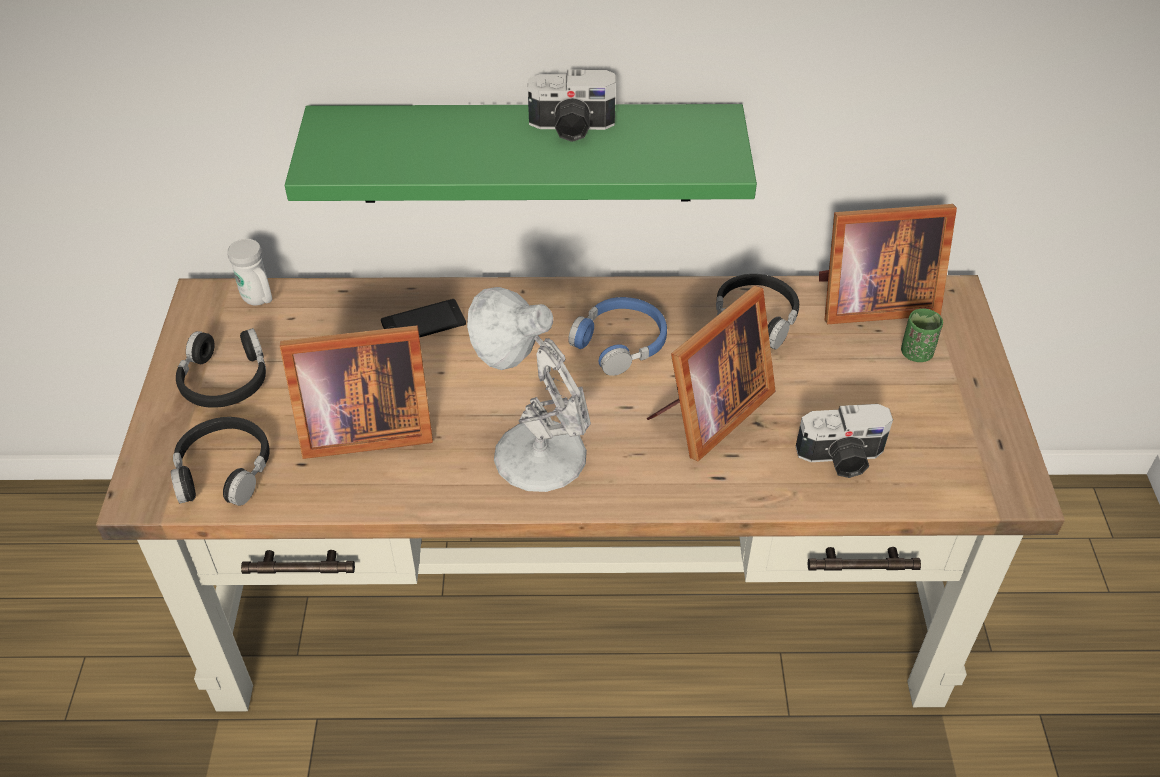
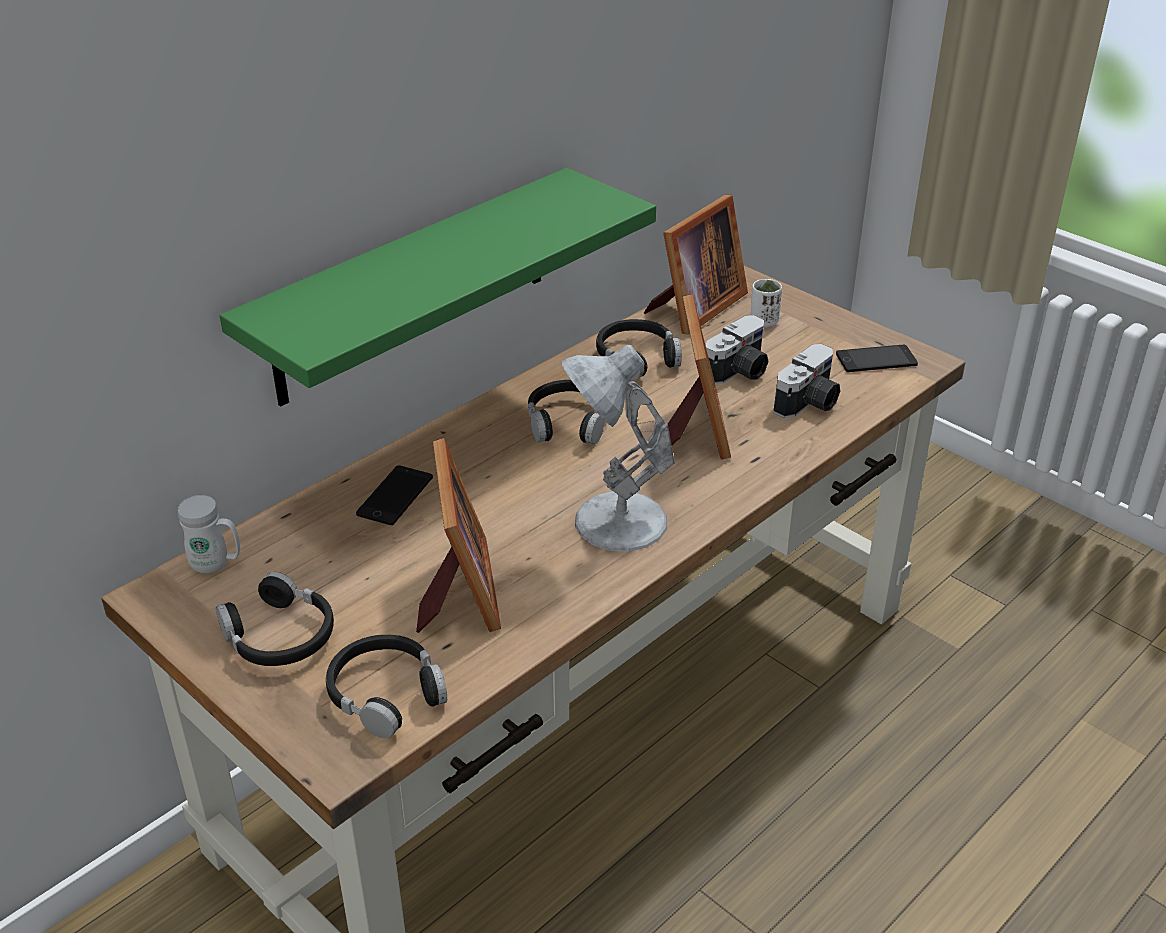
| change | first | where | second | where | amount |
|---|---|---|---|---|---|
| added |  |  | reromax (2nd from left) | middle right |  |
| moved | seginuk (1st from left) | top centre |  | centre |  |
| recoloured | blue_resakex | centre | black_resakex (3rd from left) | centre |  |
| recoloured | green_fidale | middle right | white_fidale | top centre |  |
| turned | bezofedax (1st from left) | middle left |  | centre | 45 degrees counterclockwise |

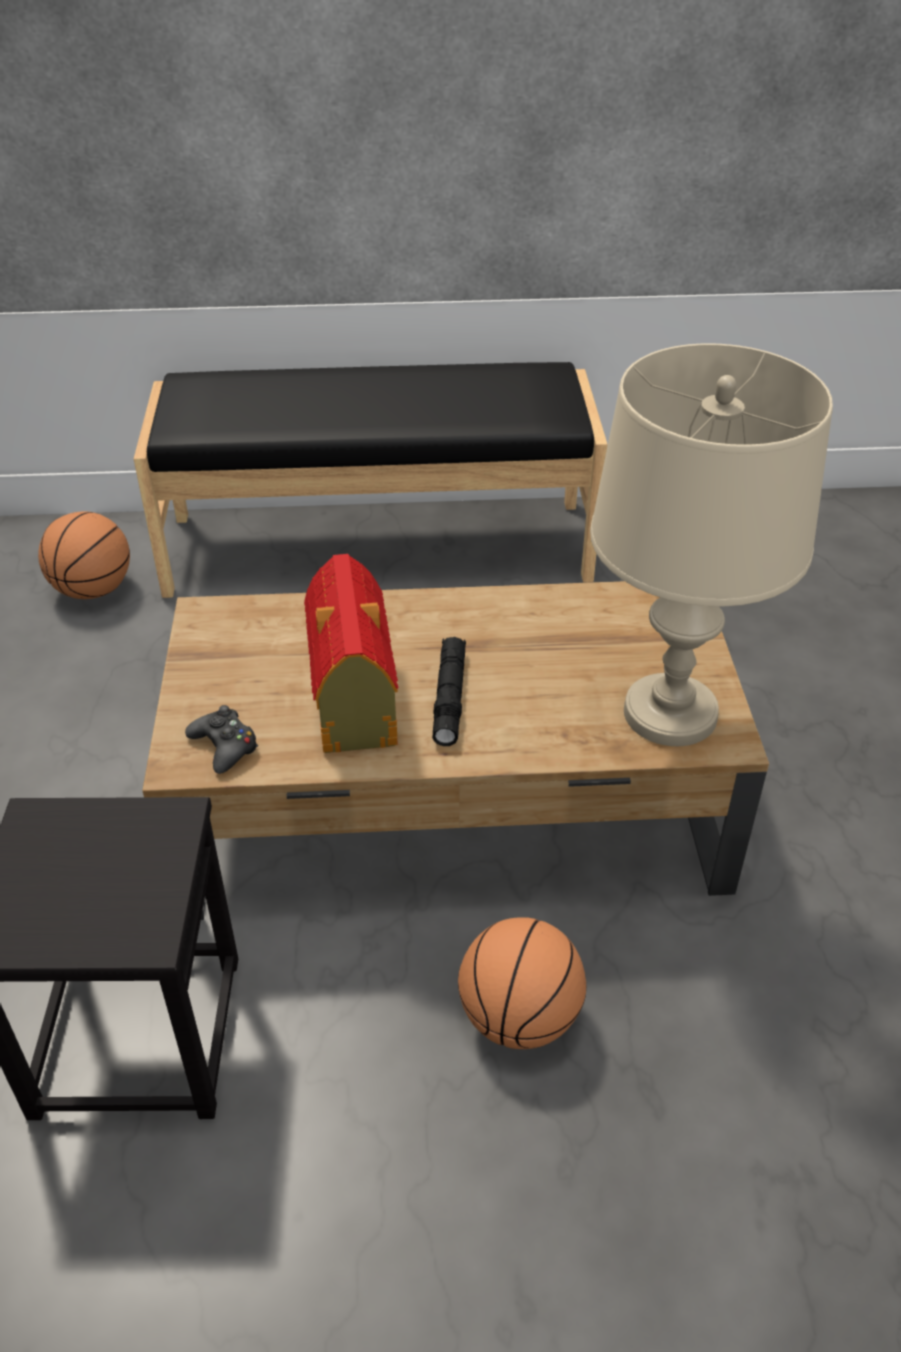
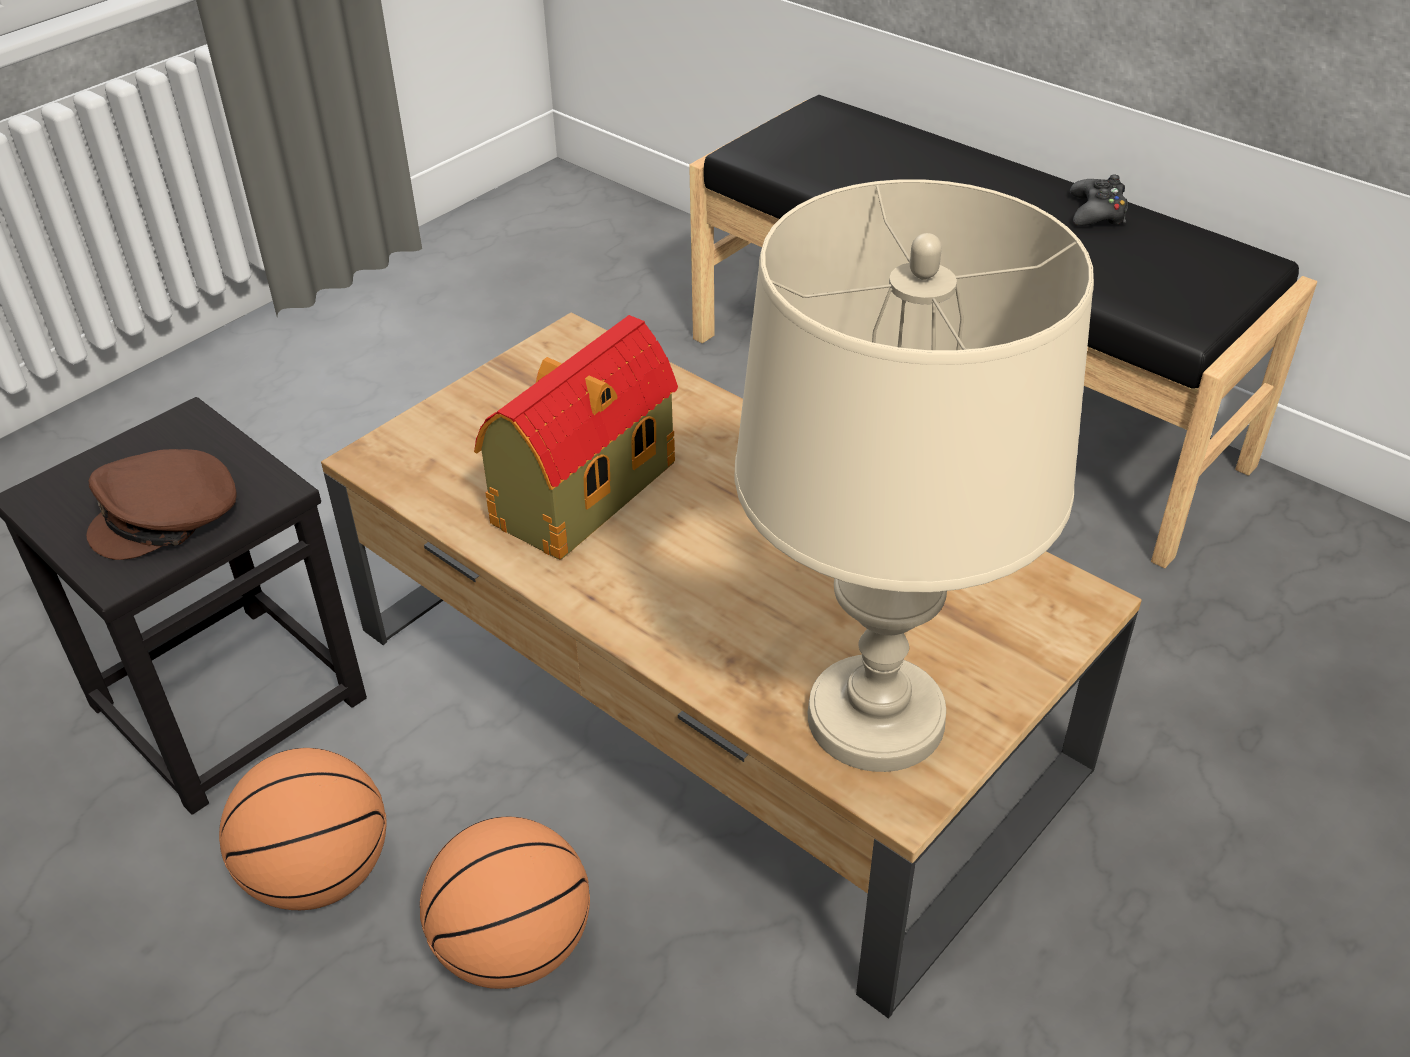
| change | first | where | second | where | amount |
|---|---|---|---|---|---|
| removed | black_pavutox | centre |  |  |  |
| added |  |  | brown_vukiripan | middle left |  |
| moved | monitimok (1st from left) | middle left |  | bottom left |  |
| moved | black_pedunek | middle left |  | top right |  |

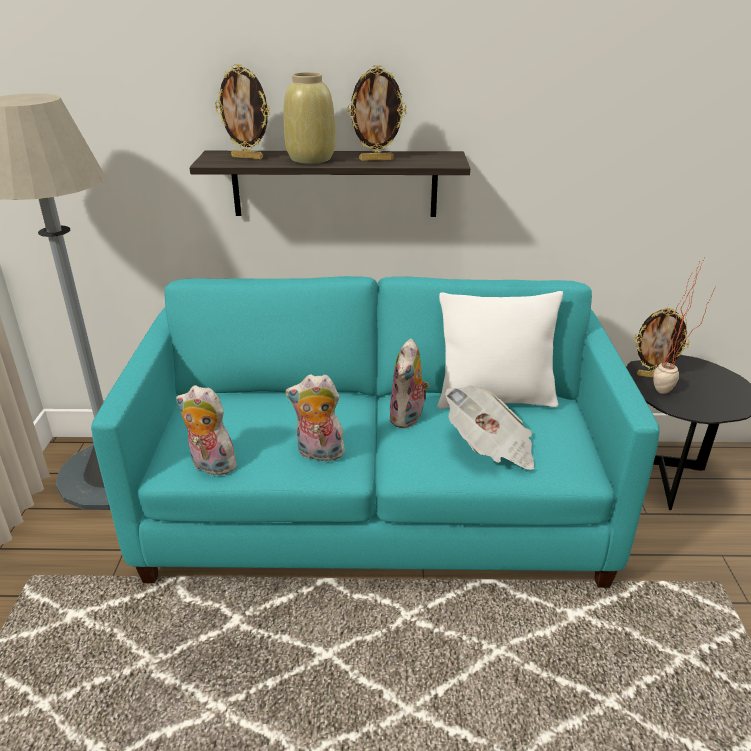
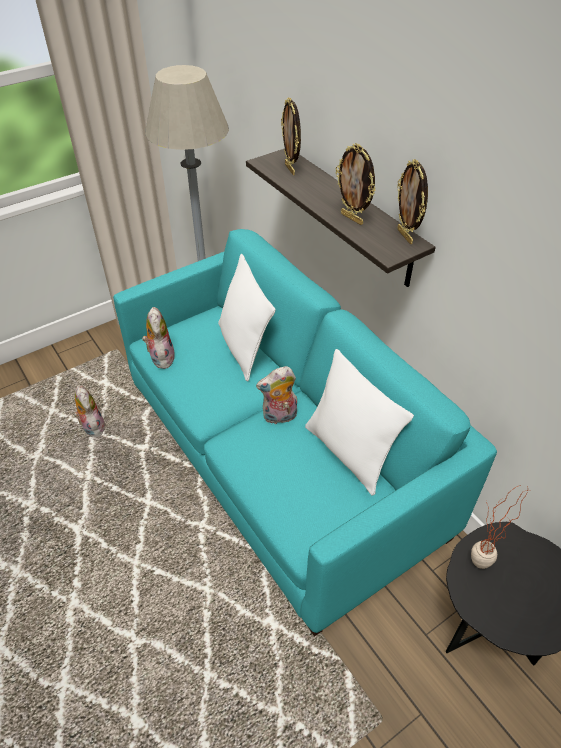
| change | first | where | second | where | amount |
|---|---|---|---|---|---|
| removed | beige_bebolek | top centre |  |  |  |
| removed | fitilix | centre |  |  |  |
| added |  |  | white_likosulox (1st from left) | centre |  |
| moved | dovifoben (2nd from left in the first image) | centre | dovifoben (1st from left) | middle left |  |
| moved | bezofedax (3rd from left) | middle right |  | top right |  |

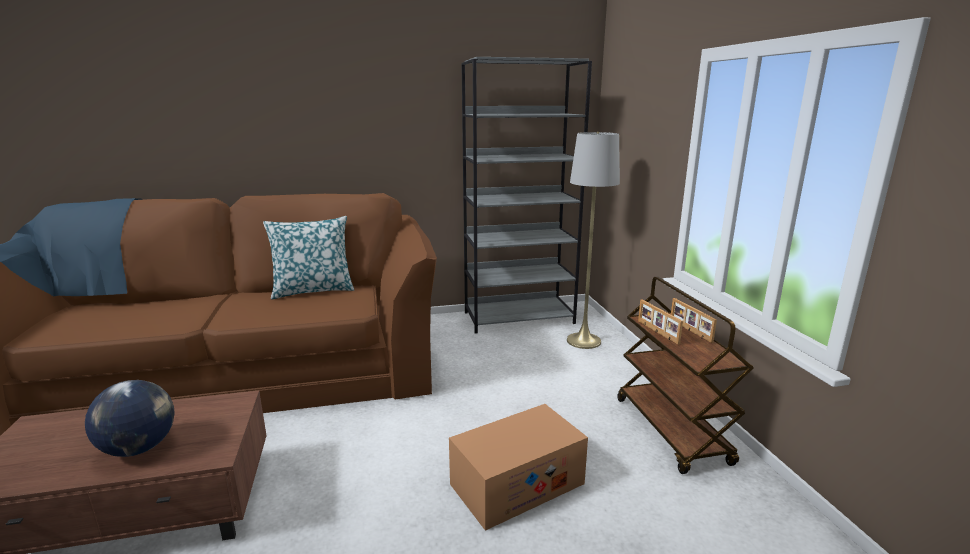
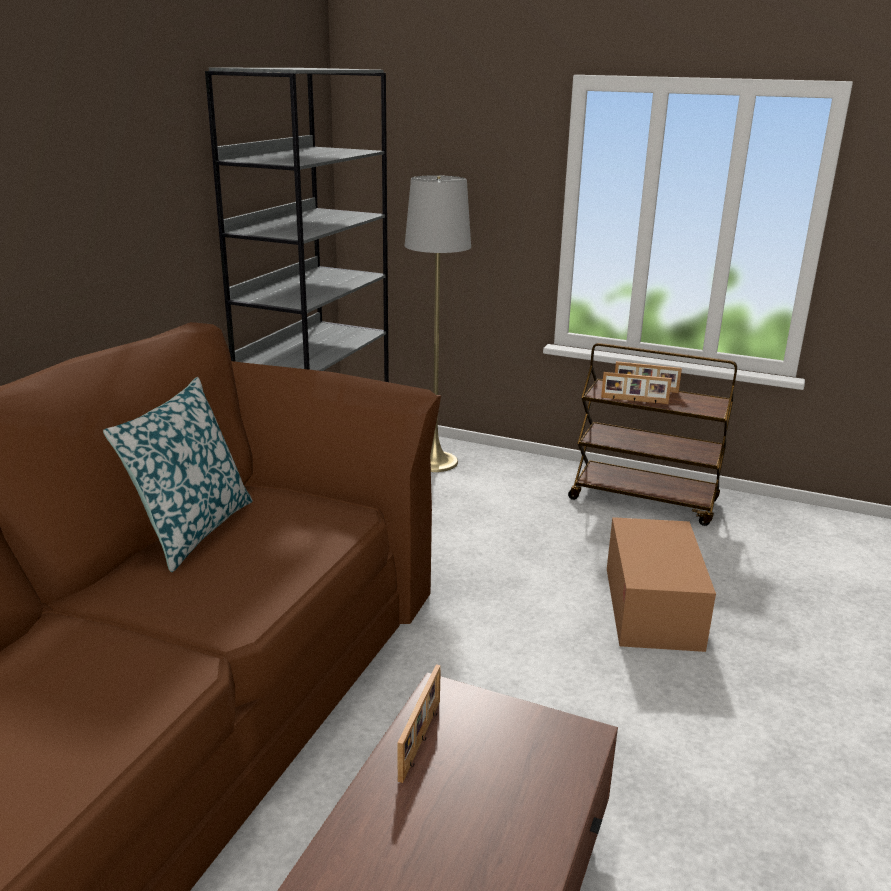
| change | first | where | second | where | amount |
|---|---|---|---|---|---|
| removed | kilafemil | bottom left |  |  |  |
| added |  |  | bezofedax (1st from left) | bottom centre |  |

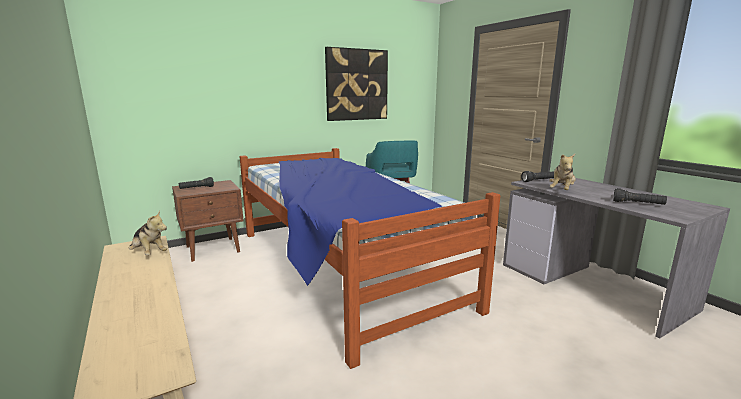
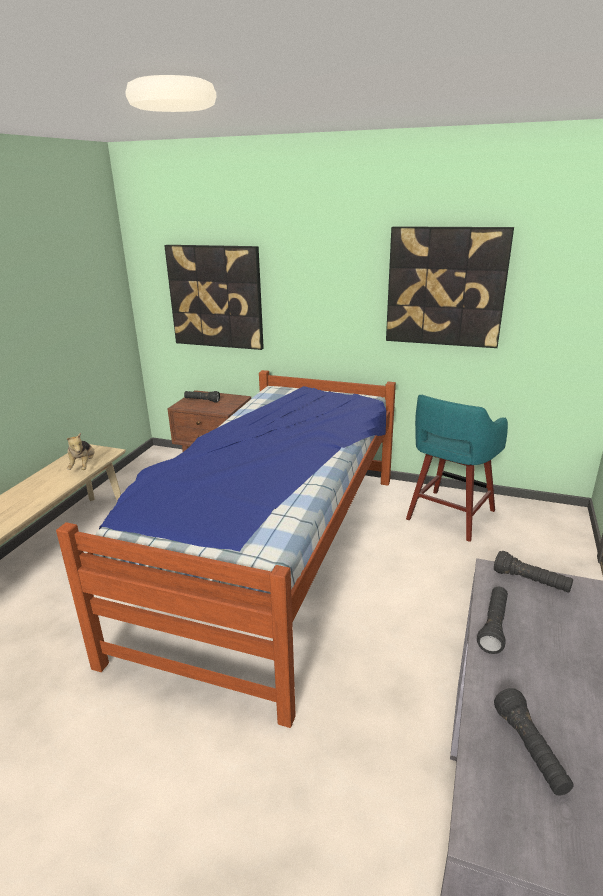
| change | first | where | second | where | amount |
|---|---|---|---|---|---|
| added |  |  | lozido (1st from left) | top centre |  |
| replaced | dovifoben (2nd from left) | middle right | black_pavutox (2nd from left) | bottom right |  |

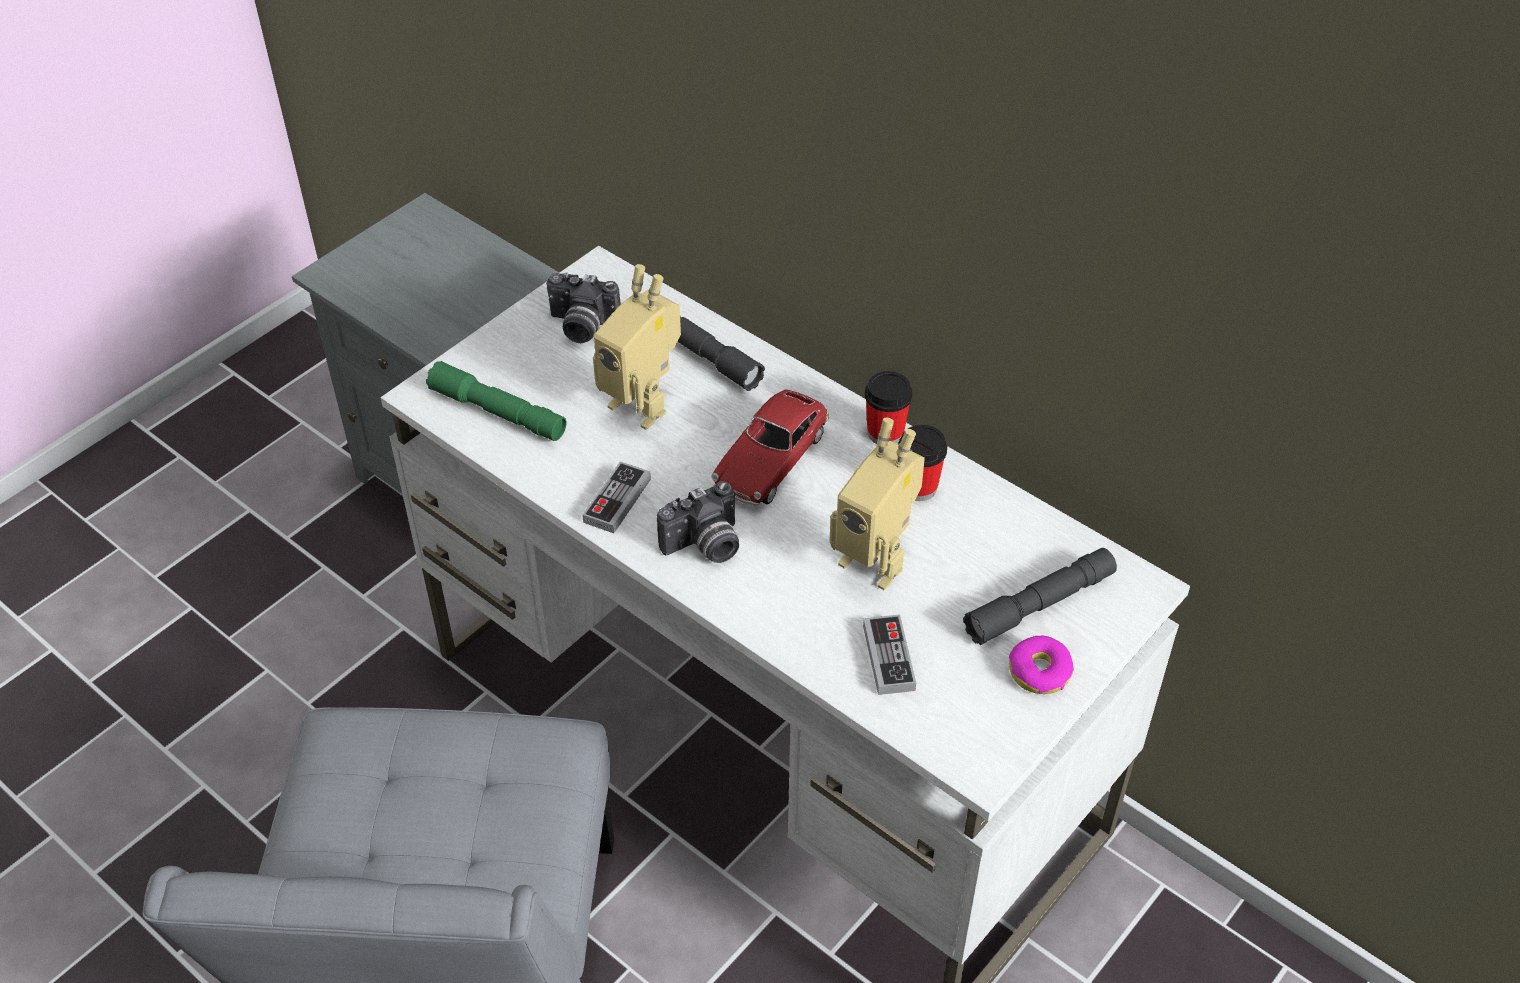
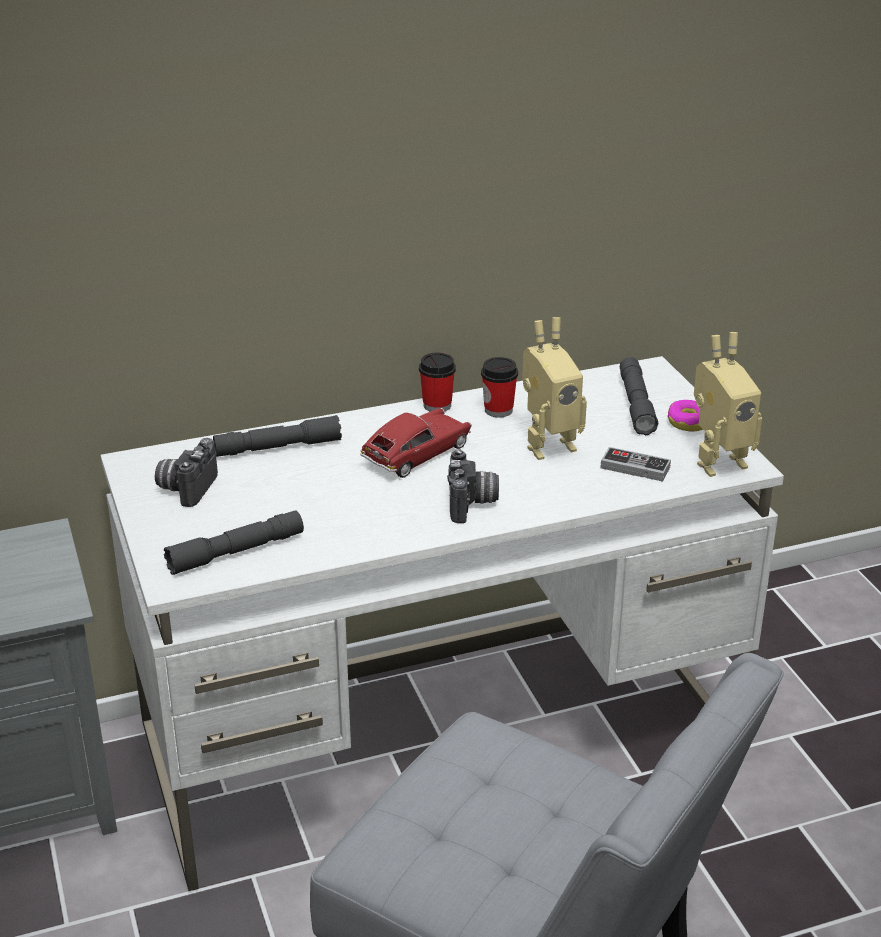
| change | first | where | second | where | amount |
|---|---|---|---|---|---|
| removed | pedunek (1st from left) | centre |  |  |  |
| moved | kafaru (1st from left in the first image) | centre | kafaru (2nd from left) | middle right |  |
| recoloured | green_pavutox | middle left | grey_pavutox (1st from left) | middle left |  |
| turned | seginuk (1st from left) | top centre |  | middle left | 150 degrees clockwise |
| turned | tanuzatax | centre |  | centre | 105 degrees counterclockwise |

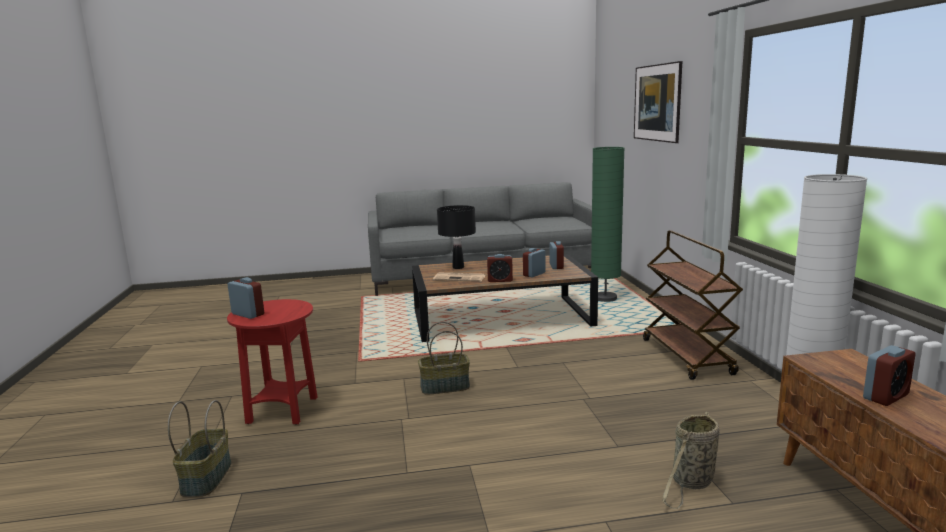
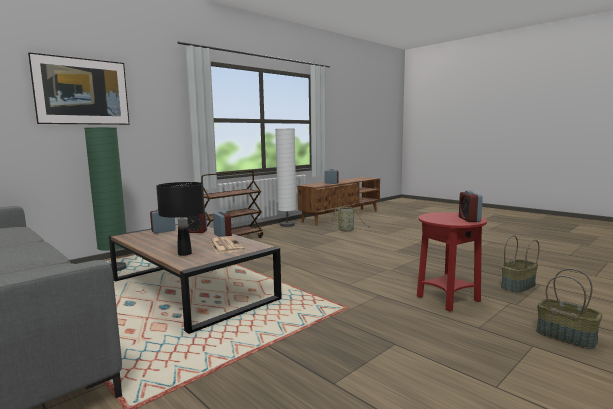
| change | first | where | second | where | amount |
|---|---|---|---|---|---|
| moved | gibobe (2nd from left in the first image) | bottom centre | gibobe (3rd from left) | bottom right |  |

